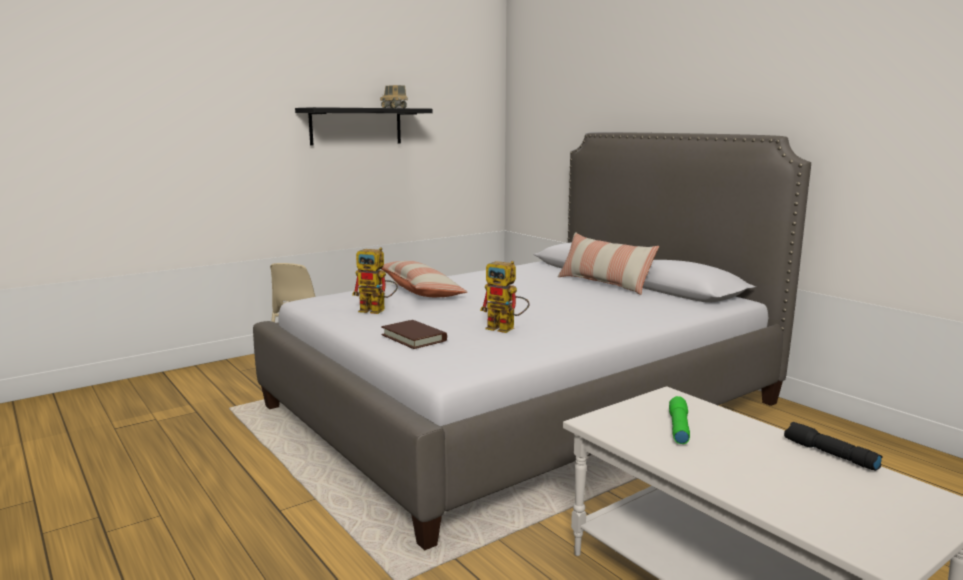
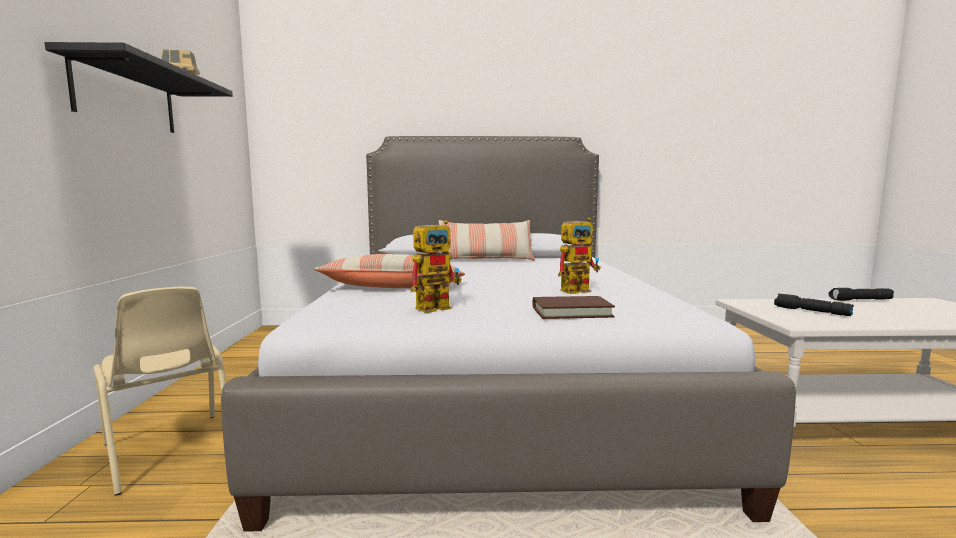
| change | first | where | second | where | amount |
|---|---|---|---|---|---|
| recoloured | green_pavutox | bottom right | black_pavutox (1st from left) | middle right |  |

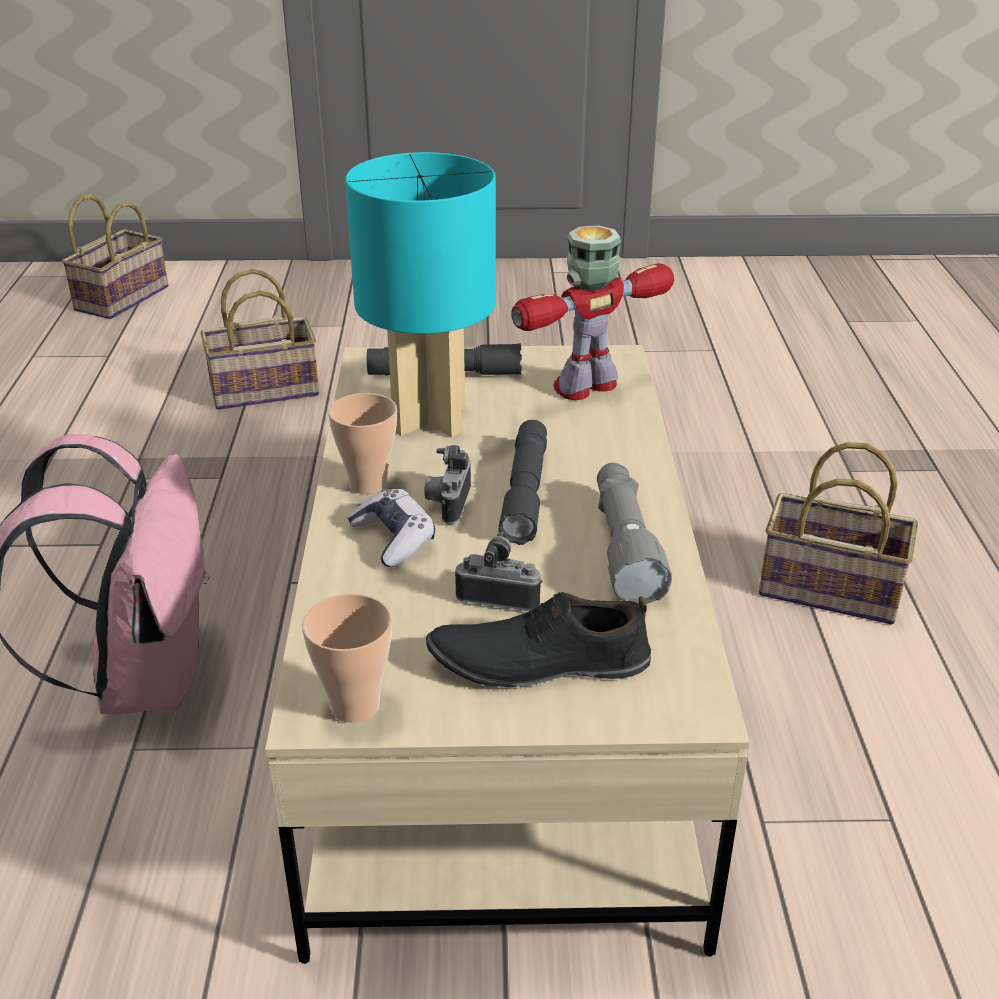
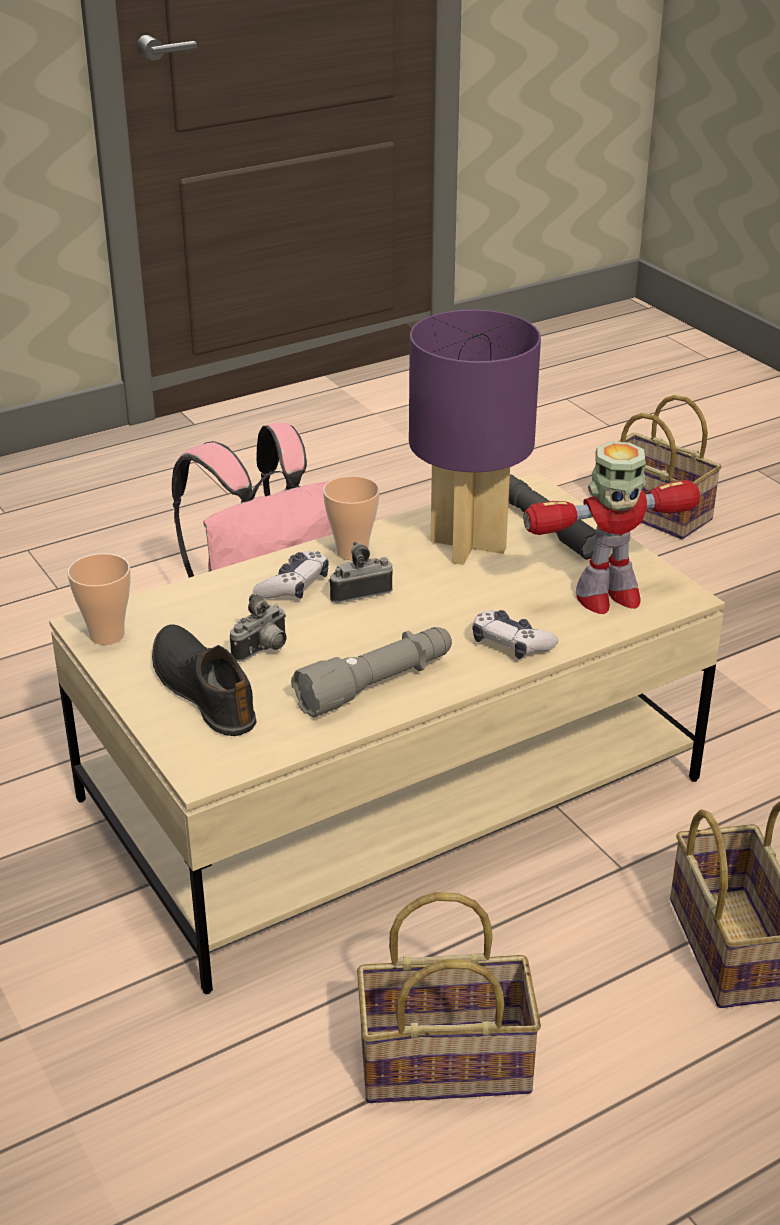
| change | first | where | second | where | amount |
|---|---|---|---|---|---|
| removed | grey_pavutox (2nd from left) | centre |  |  |  |
| added |  |  | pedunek (2nd from left) | centre |  |
| moved | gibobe (1st from left) | top left |  | bottom centre |  |
| recoloured | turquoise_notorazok | top centre | purple_notorazok | centre |  |
| turned | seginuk (2nd from left in the first image) | centre | seginuk (1st from left) | middle left | 60 degrees clockwise |
| turned | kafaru | top centre |  | middle right | 135 degrees clockwise |

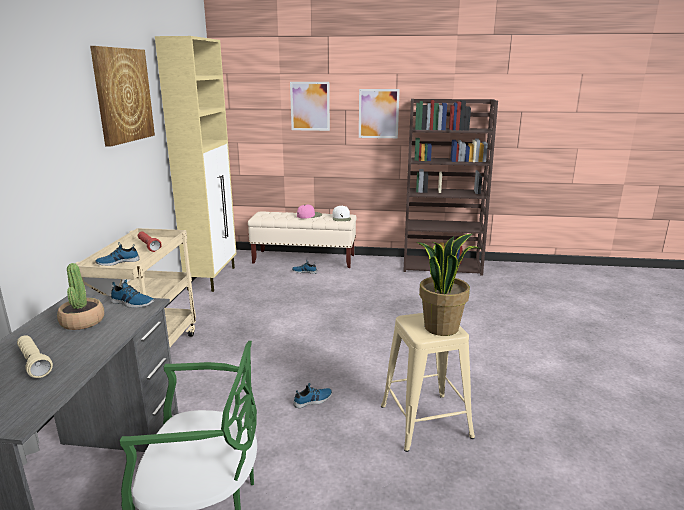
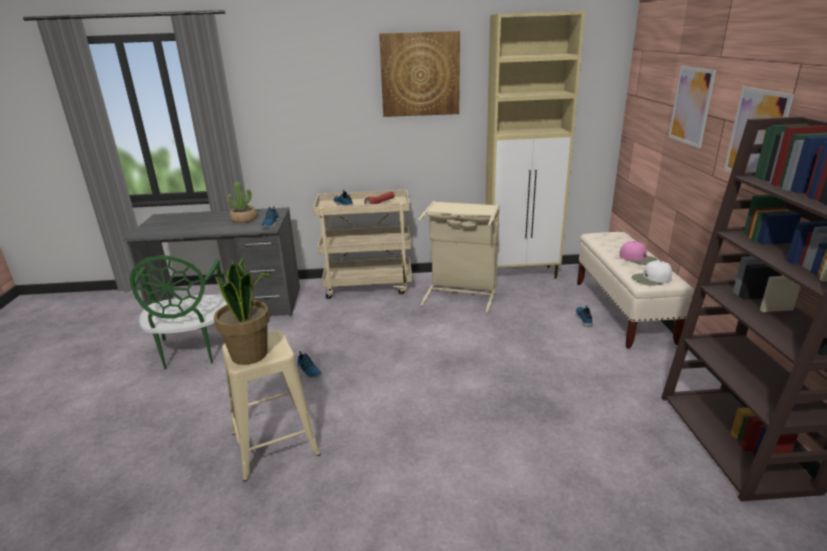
| change | first | where | second | where | amount |
|---|---|---|---|---|---|
| removed | beige_pavutox | bottom left |  |  |  |
| added |  |  | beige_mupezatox | centre |  |

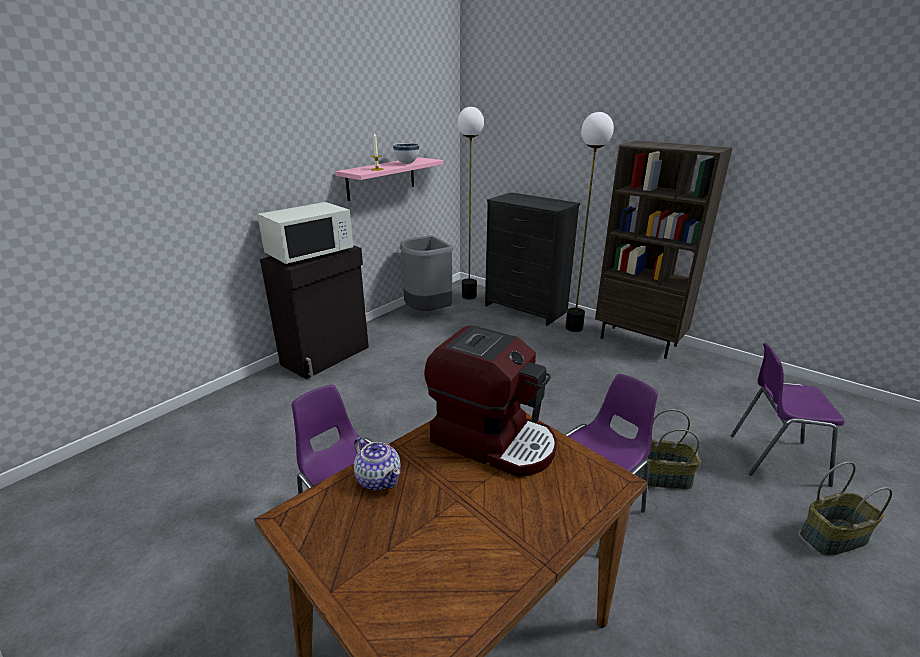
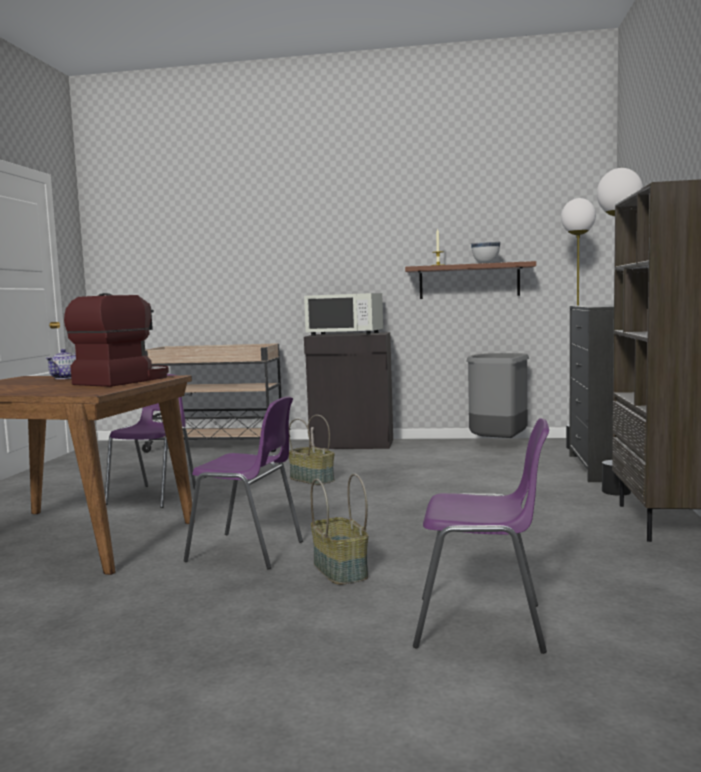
| change | first | where | second | where | amount |
|---|---|---|---|---|---|
| added |  |  | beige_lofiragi | middle left |  |
| moved | gibobe (2nd from left in the first image) | bottom right | gibobe (1st from left) | centre |  |
| recoloured | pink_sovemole | top centre | brown_sovemole | middle right |  |
| turned | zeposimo | centre |  | middle left | 150 degrees counterclockwise |
| turned | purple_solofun (3rd from left) | middle right |  | bottom right | 120 degrees clockwise |

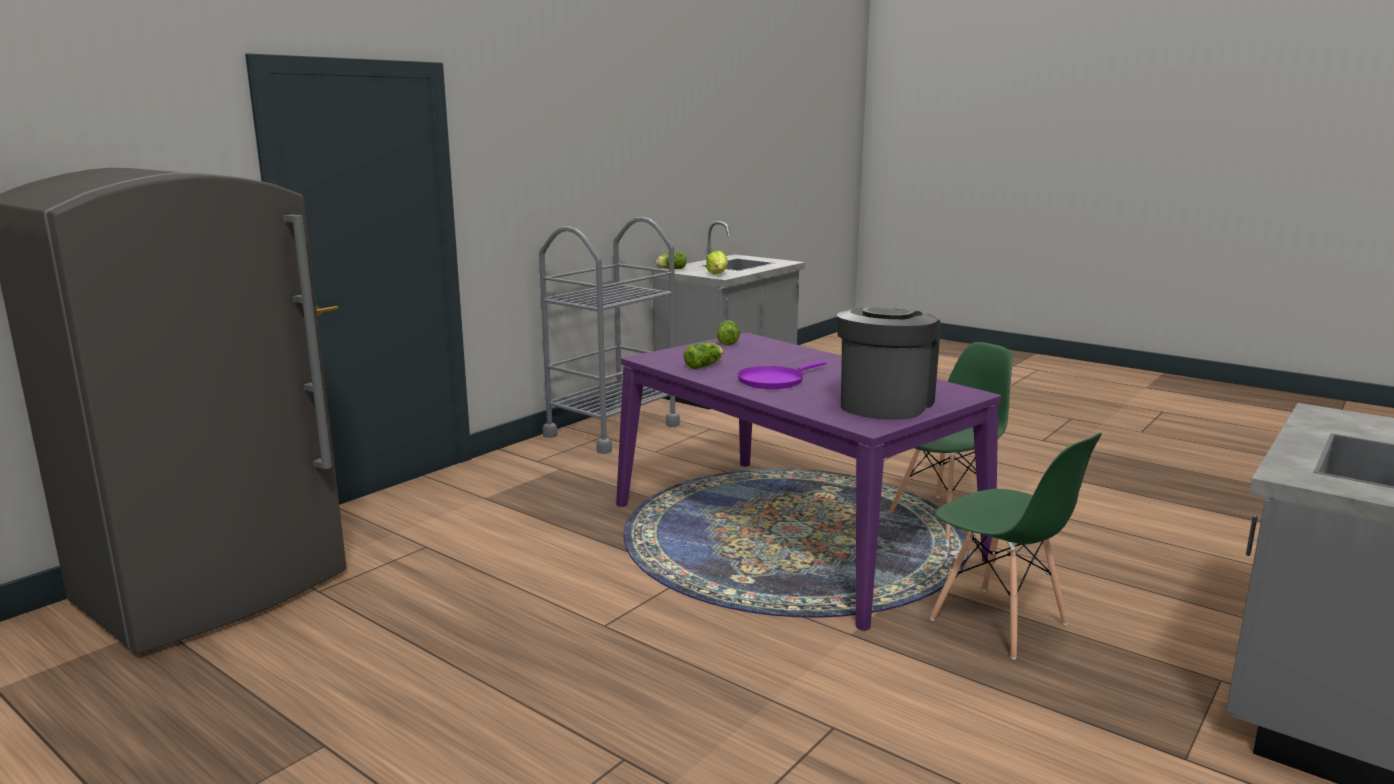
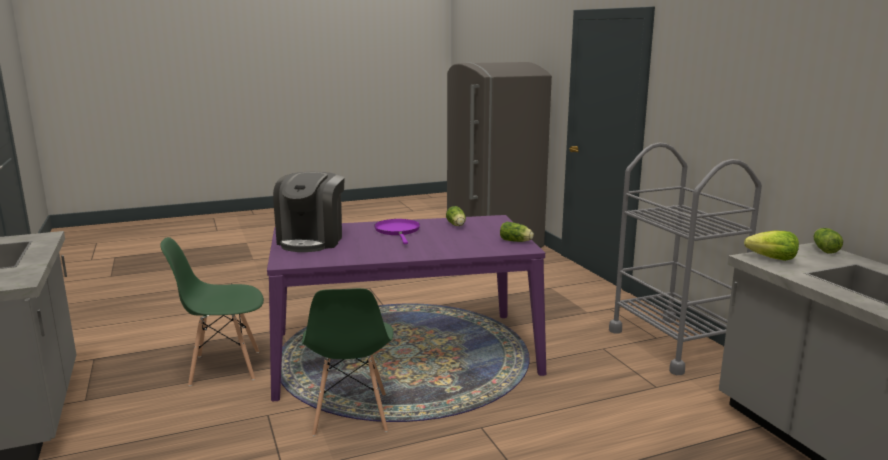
| change | first | where | second | where | amount |
|---|---|---|---|---|---|
| turned | zeposimo | centre |  | centre | 45 degrees clockwise |

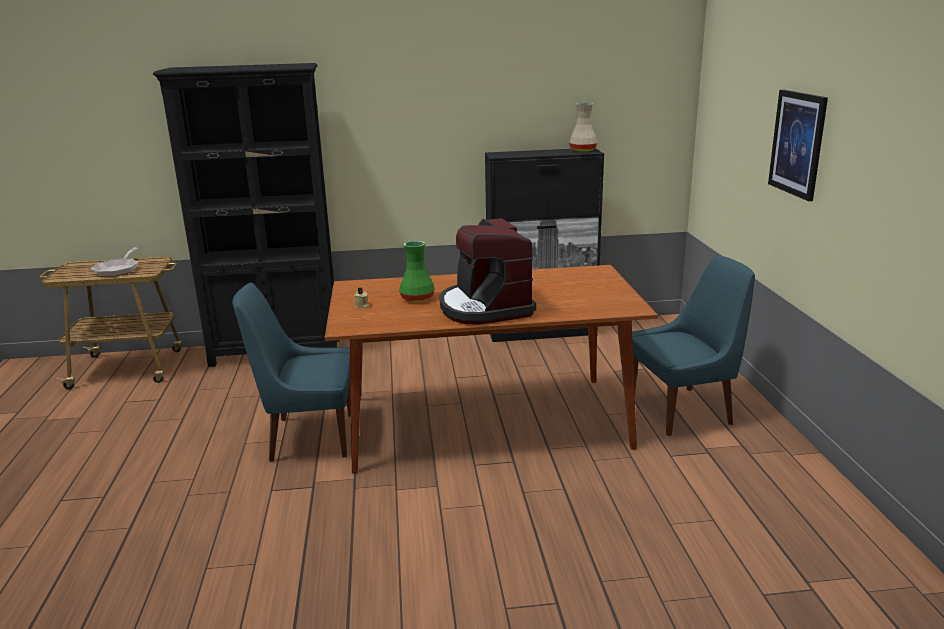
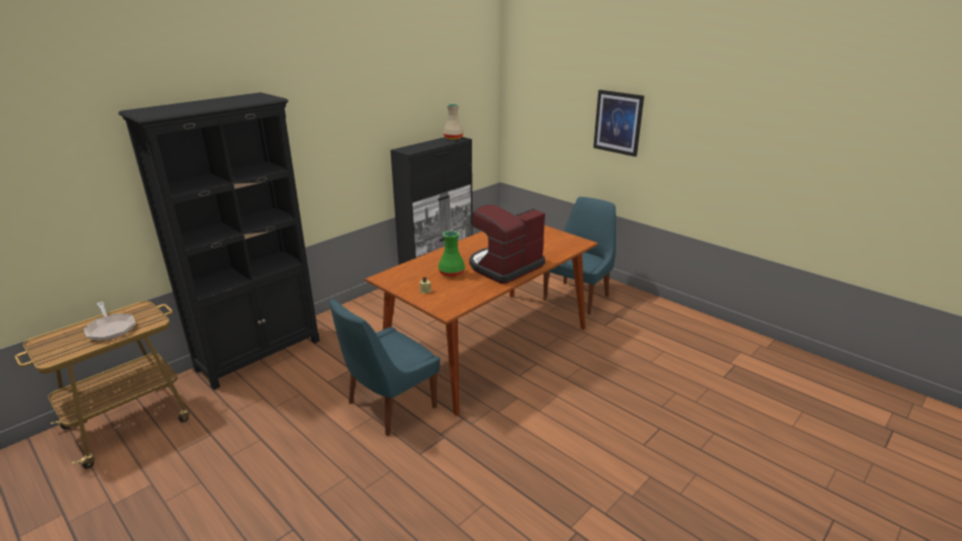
| change | first | where | second | where | amount |
|---|---|---|---|---|---|
| turned | zeposimo | centre |  | centre | 105 degrees clockwise |

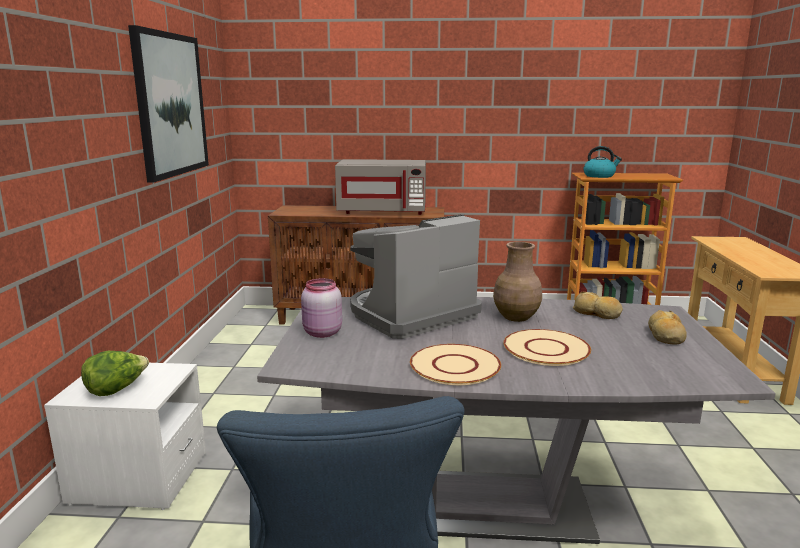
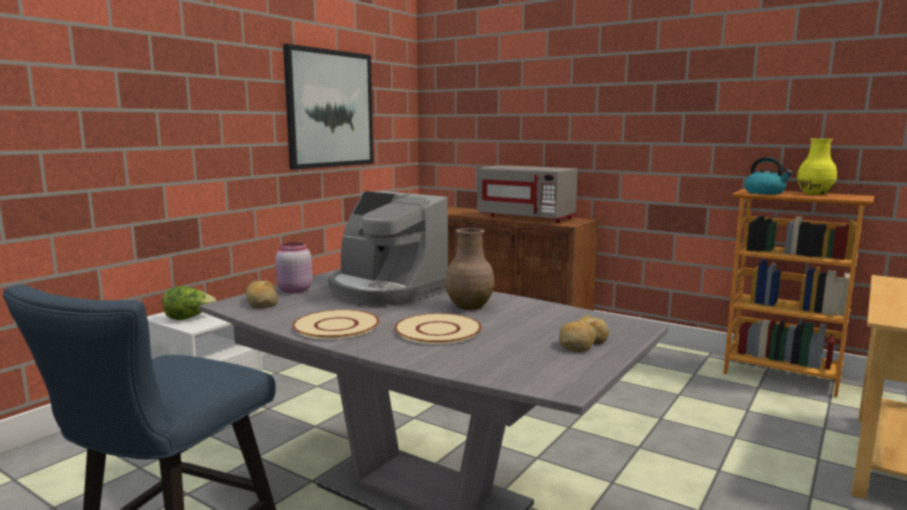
| change | first | where | second | where | amount |
|---|---|---|---|---|---|
| added |  |  | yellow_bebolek | top right |  |
| moved | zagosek (1st from left) | middle right |  | middle left |  |
| turned | zeposimo | centre |  | centre | 135 degrees counterclockwise |

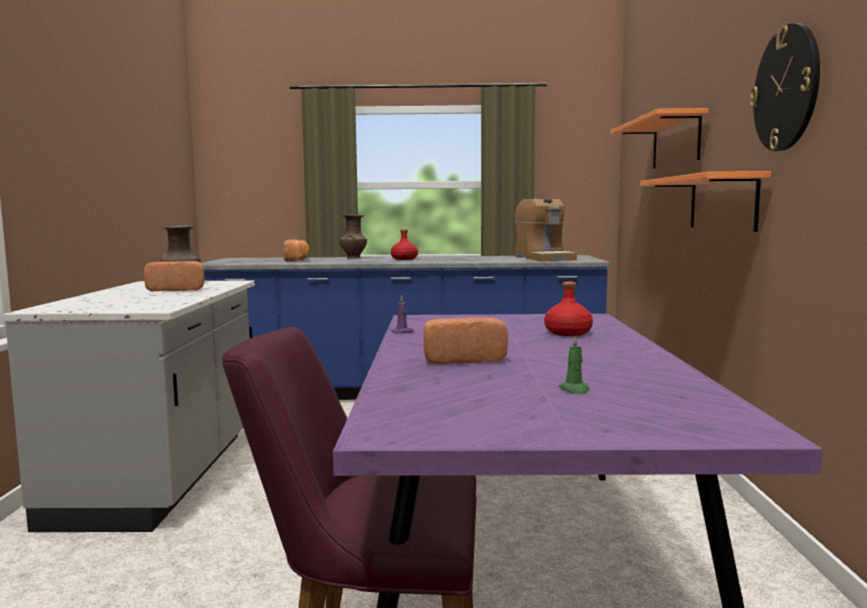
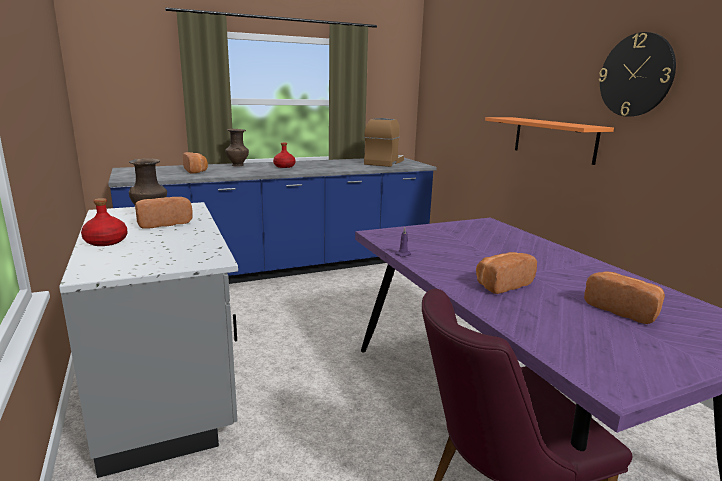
| change | first | where | second | where | amount |
|---|---|---|---|---|---|
| removed | orange_sovemole (1st from left) | top right |  |  |  |
| moved | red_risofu (2nd from left in the first image) | centre | red_risofu (1st from left) | middle left |  |
| replaced | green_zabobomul | centre | zagosek (4th from left) | middle right |  |
| turned | zeposimo | centre |  | top centre | 120 degrees counterclockwise |

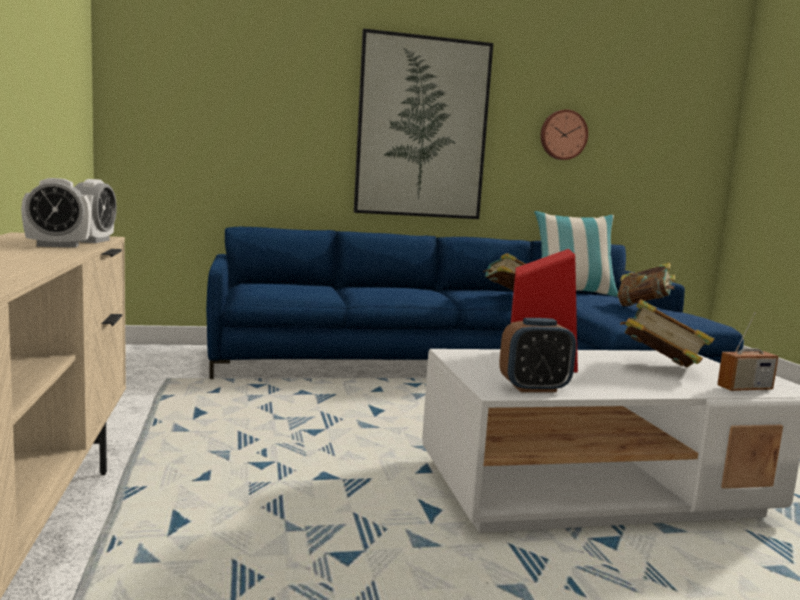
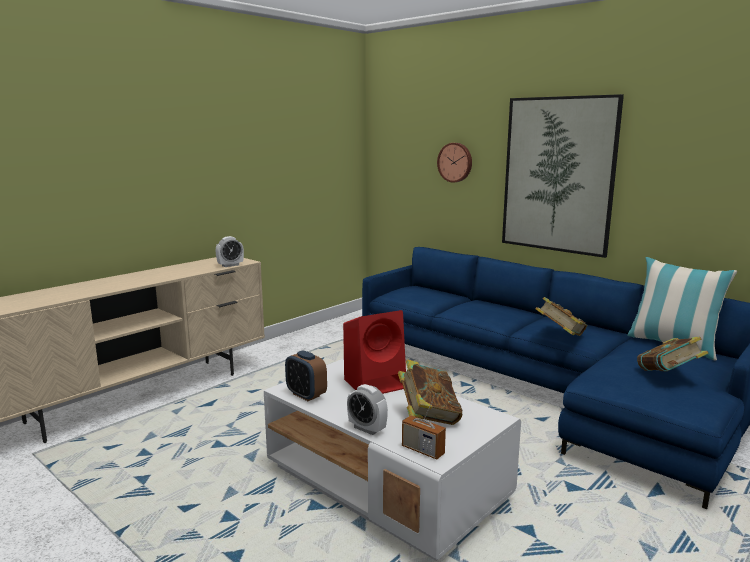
| change | first | where | second | where | amount |
|---|---|---|---|---|---|
| moved | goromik (1st from left in the first image) | middle left | goromik (3rd from left) | bottom centre |  |
| moved | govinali | top right |  | top centre |  |

